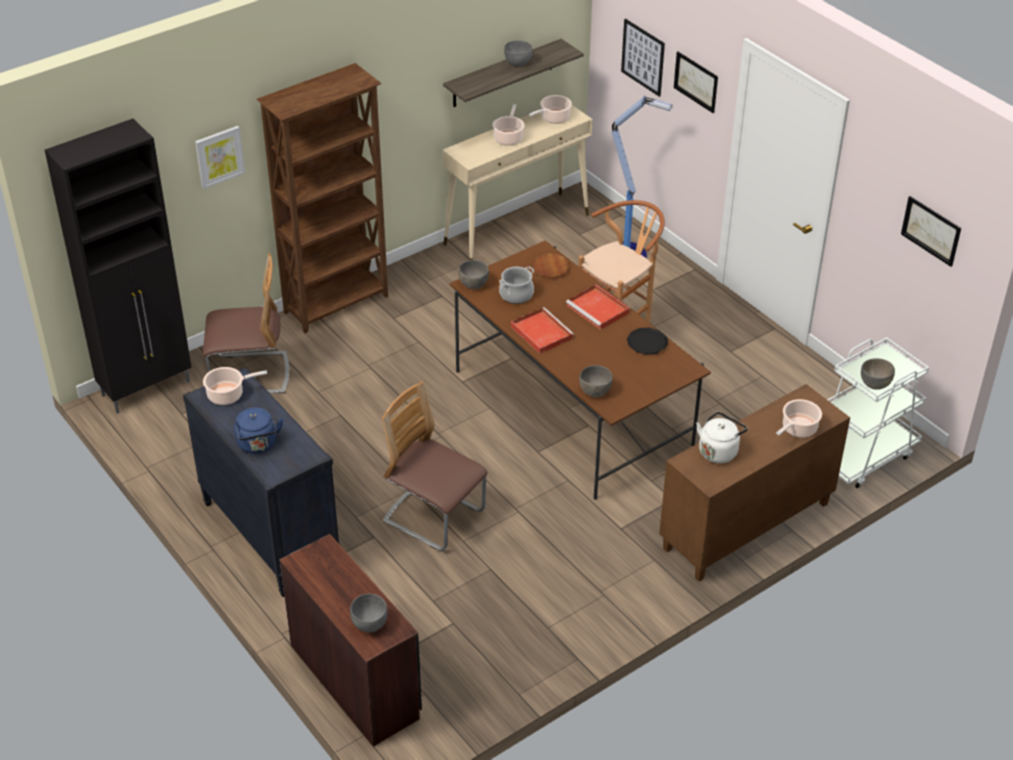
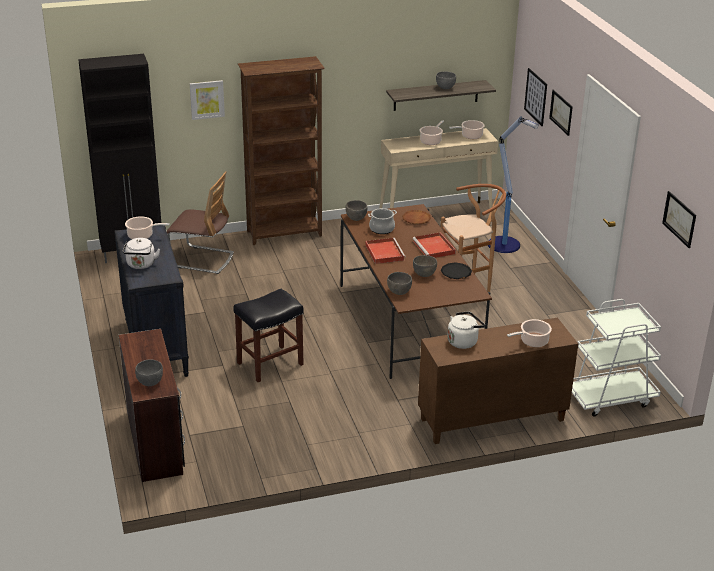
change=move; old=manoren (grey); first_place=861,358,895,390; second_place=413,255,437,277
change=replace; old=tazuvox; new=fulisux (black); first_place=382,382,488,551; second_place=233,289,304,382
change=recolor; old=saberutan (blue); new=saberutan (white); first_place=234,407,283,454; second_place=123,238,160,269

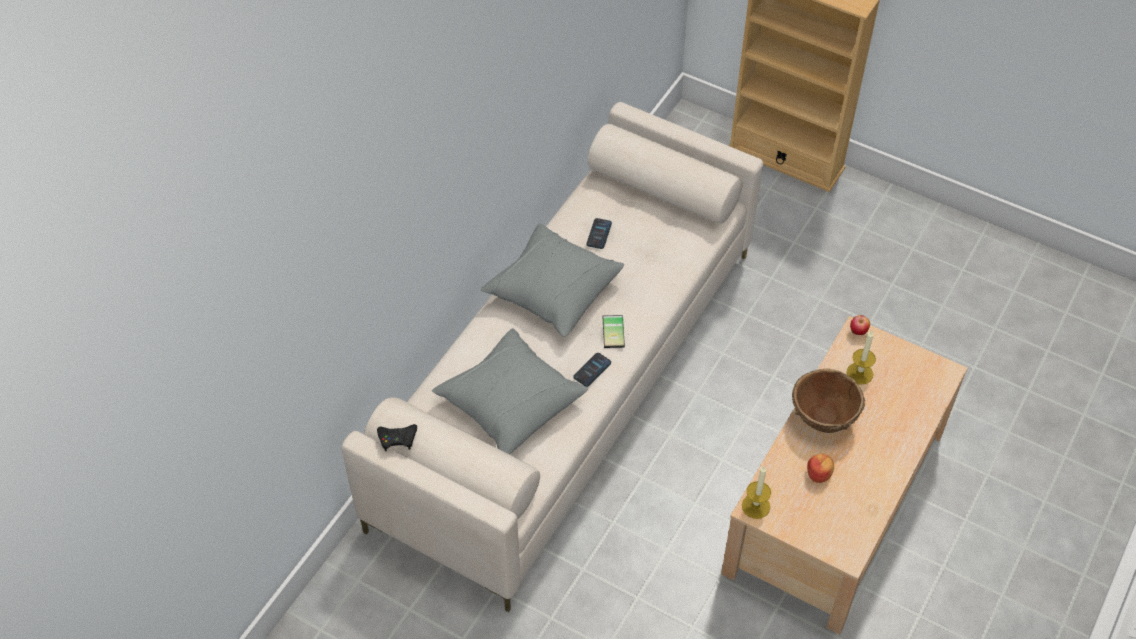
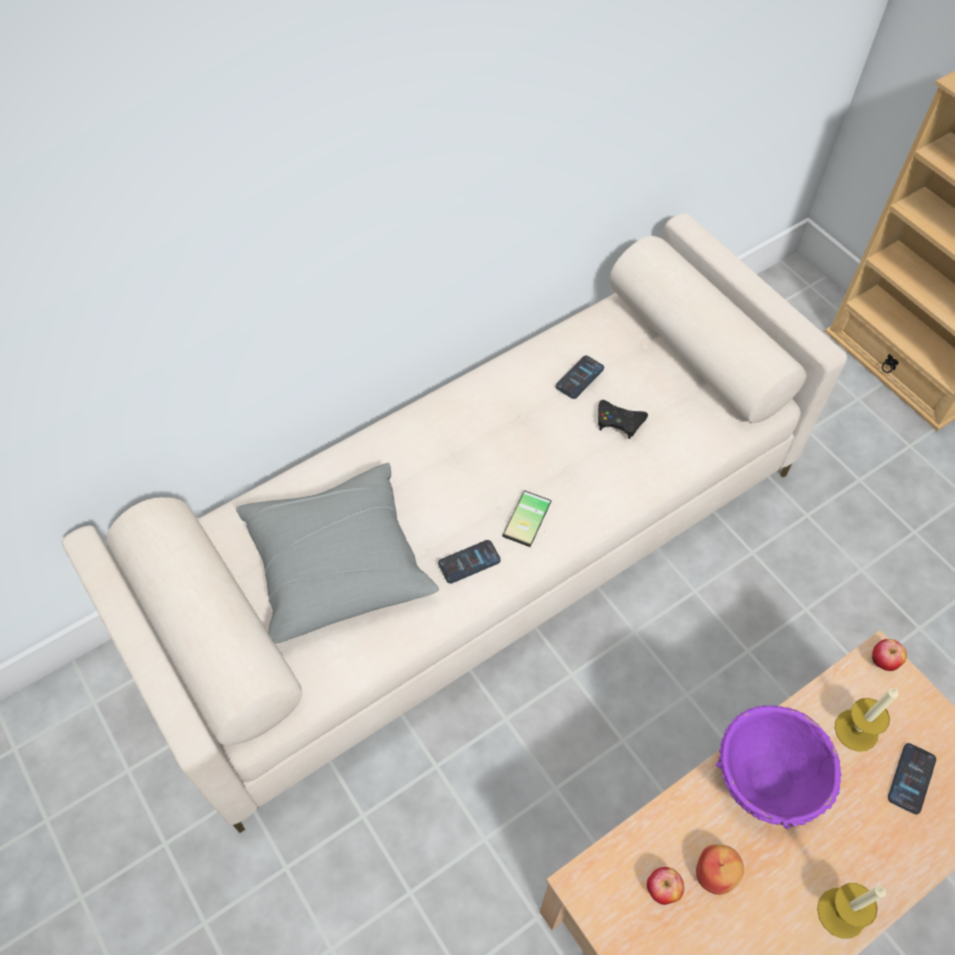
change=delete; old=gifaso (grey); first_place=480,223,624,337
change=recolor; old=manoren (brown); new=manoren (purple); first_place=792,369,865,433; second_place=716,705,842,829
change=move; old=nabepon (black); first_place=377,424,417,451; second_place=598,400,648,439
change=move; old=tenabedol; first_place=742,466,771,519; second_place=817,883,886,939
change=insert; new=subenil; second_place=888,743,936,814
change=insert; new=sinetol; second_place=647,867,684,905

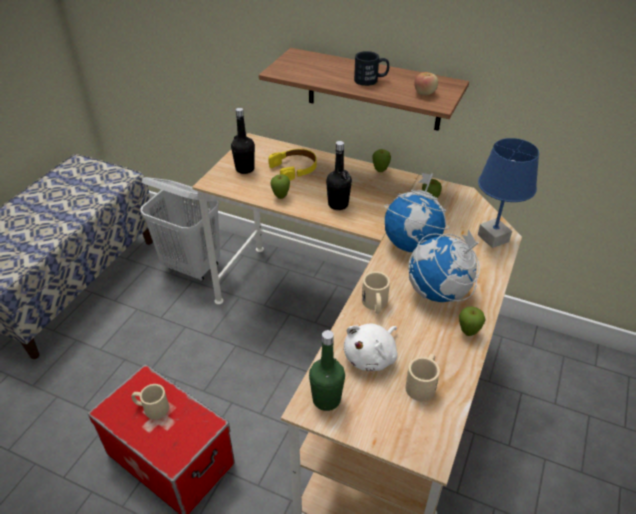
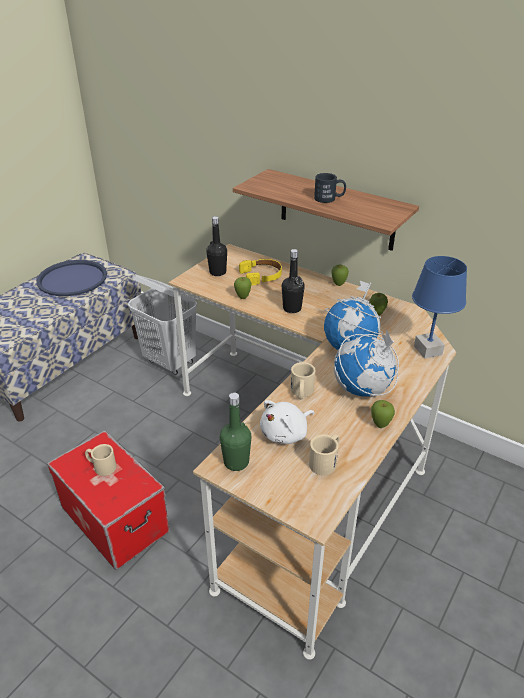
change=delete; old=sinetol; first_place=414,72,438,96
change=insert; new=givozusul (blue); second_place=36,260,107,296

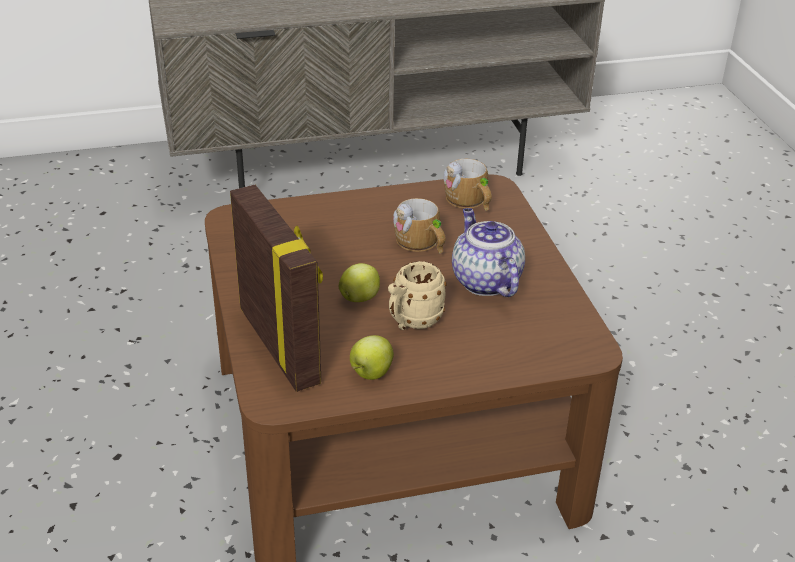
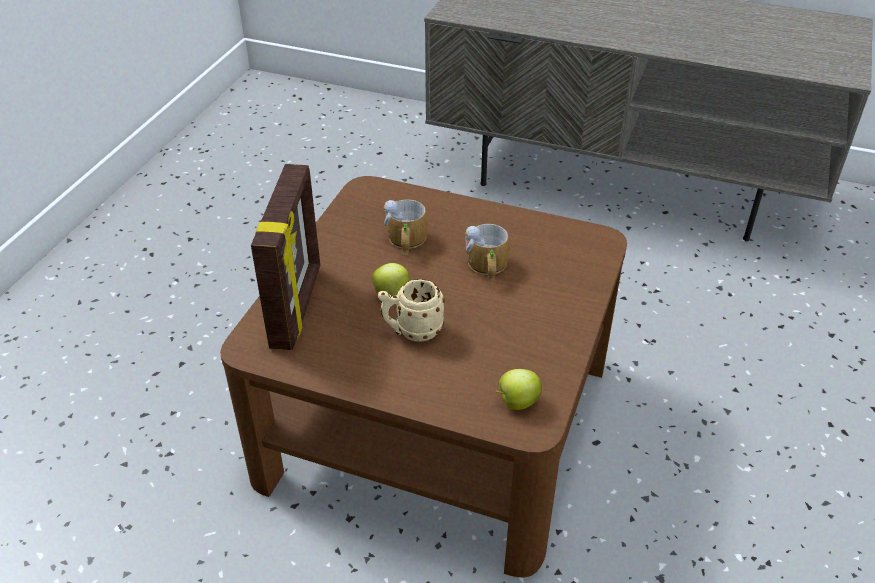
change=move; old=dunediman; first_place=444,159,492,211; second_place=384,199,428,255
change=delete; old=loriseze; first_place=452,208,525,297
change=move; old=sinetol; first_place=350,335,394,380; second_place=496,369,542,410

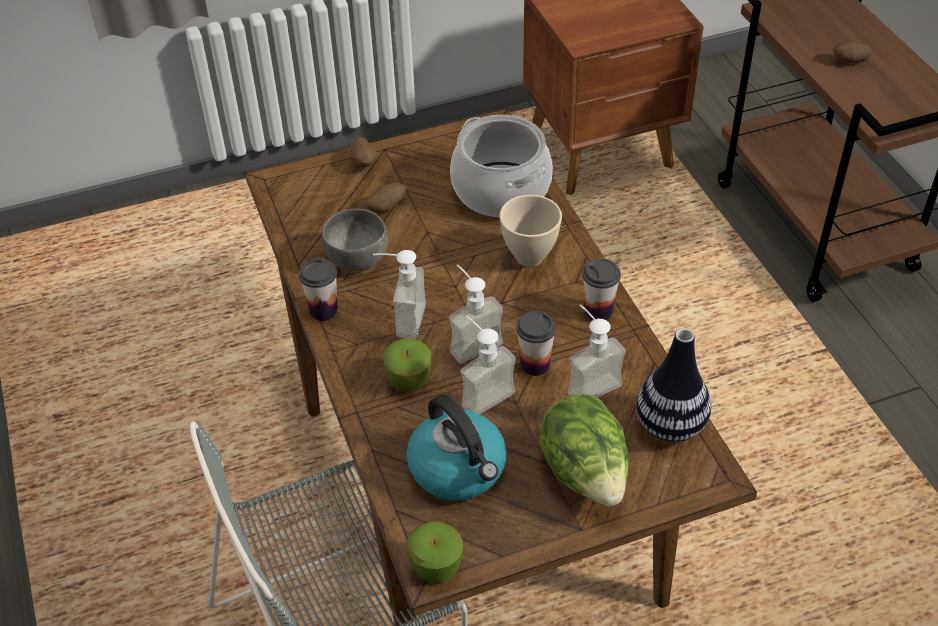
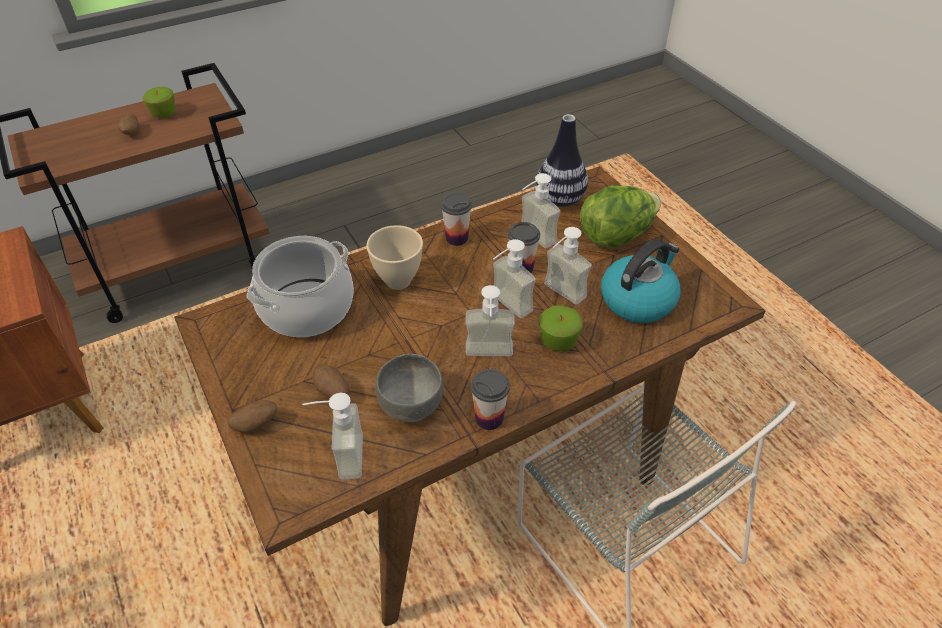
change=move; old=sinetol; first_place=407,521,463,583; second_place=142,87,176,118
change=insert; new=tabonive; second_place=302,393,363,480

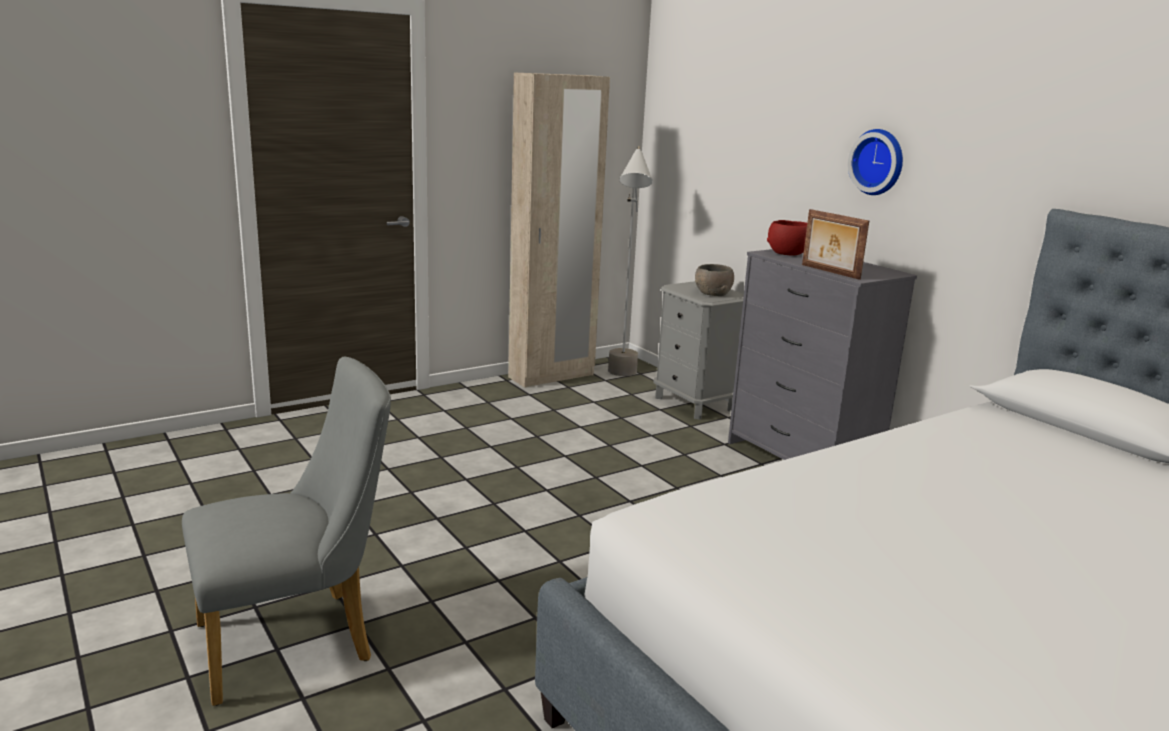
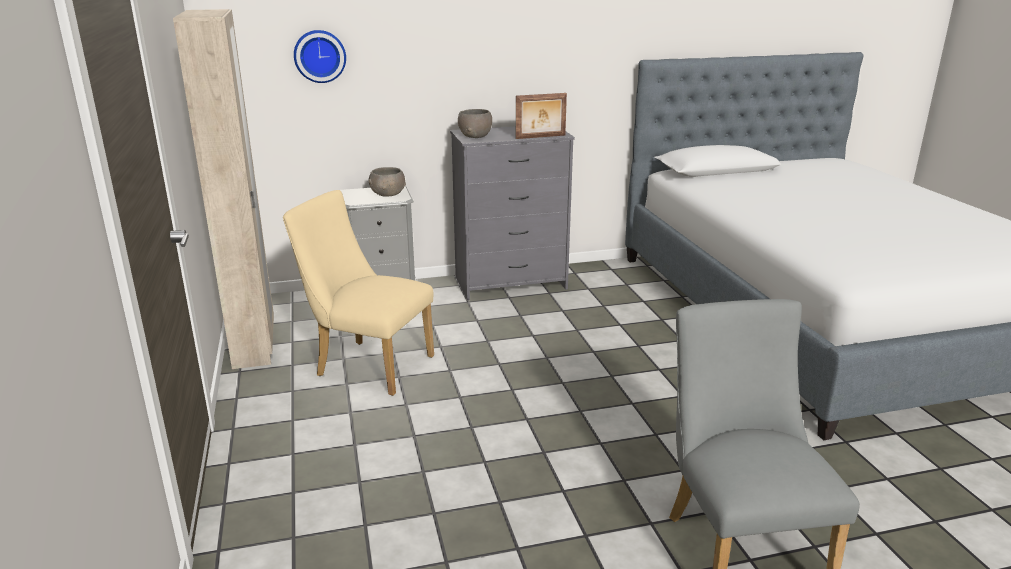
change=move; old=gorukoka; first_place=848,129,903,195; second_place=294,30,346,83
change=delete; old=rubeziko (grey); first_place=608,146,653,376
change=recolor; old=manoren (red); new=manoren (grey); first_place=767,220,807,255; second_place=458,109,492,138
change=insert; new=tazuvox (beige); second_place=283,190,434,396

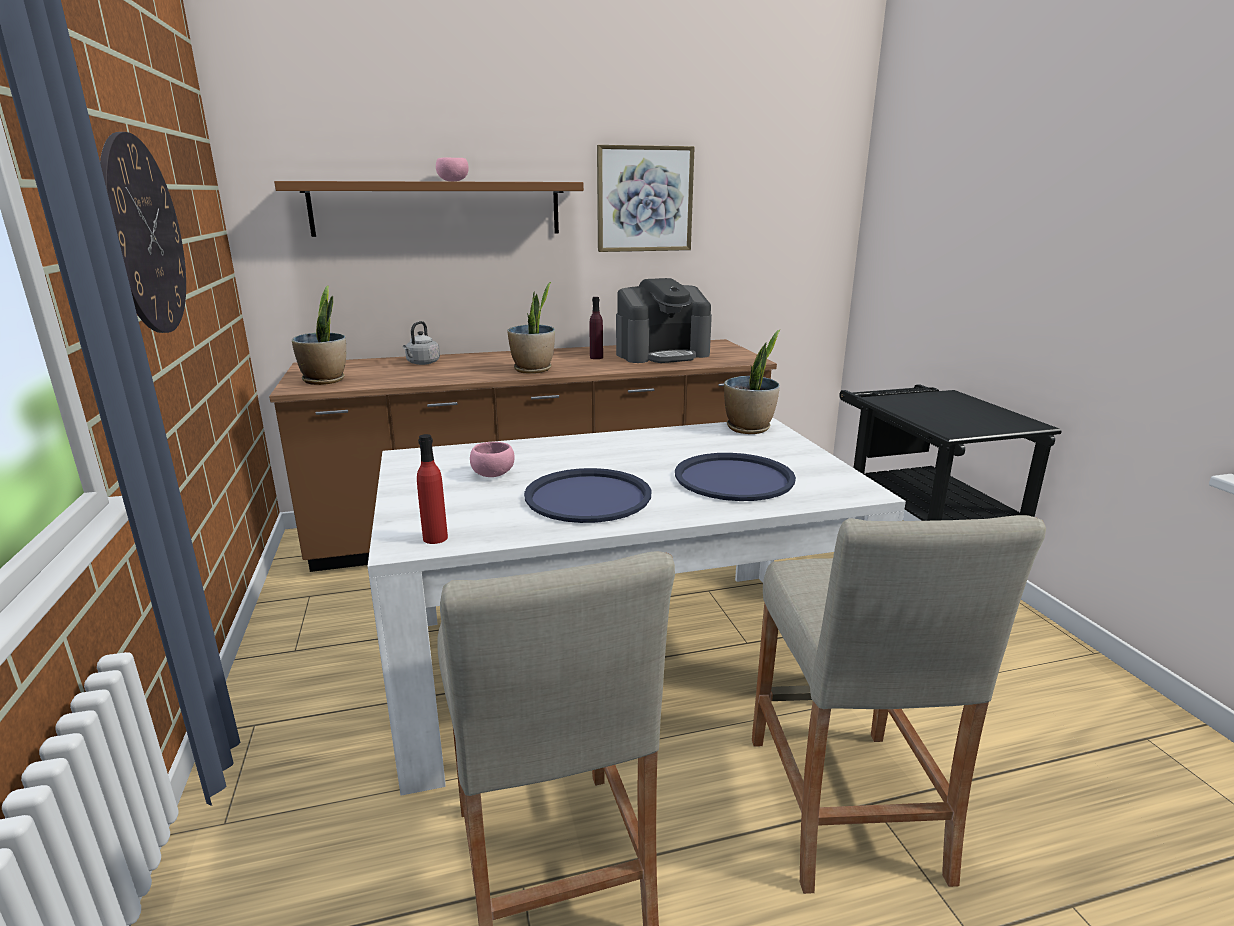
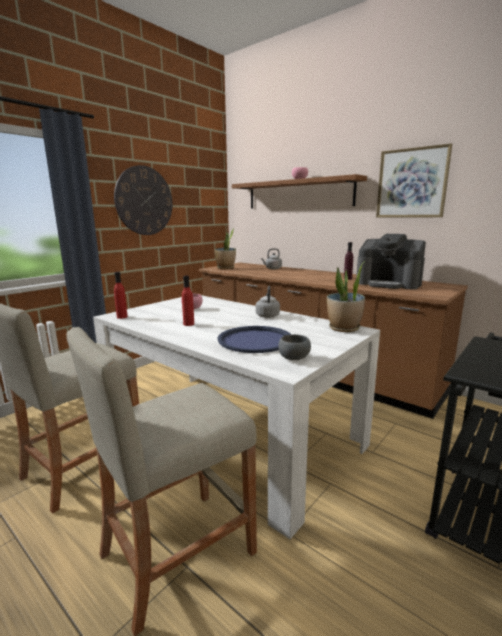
change=delete; old=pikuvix; first_place=507,282,555,374
change=replace; old=givozusul (blue); new=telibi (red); first_place=524,468,652,523; second_place=182,275,194,326
change=insert; new=saberutan (grey); second_place=256,286,280,318
change=insert; new=manoren (grey); second_place=278,334,311,360

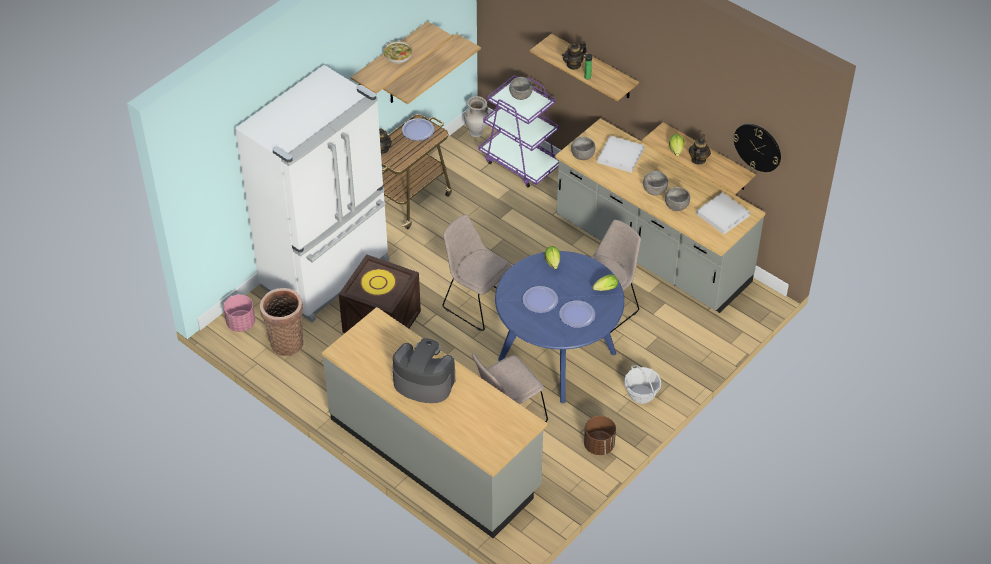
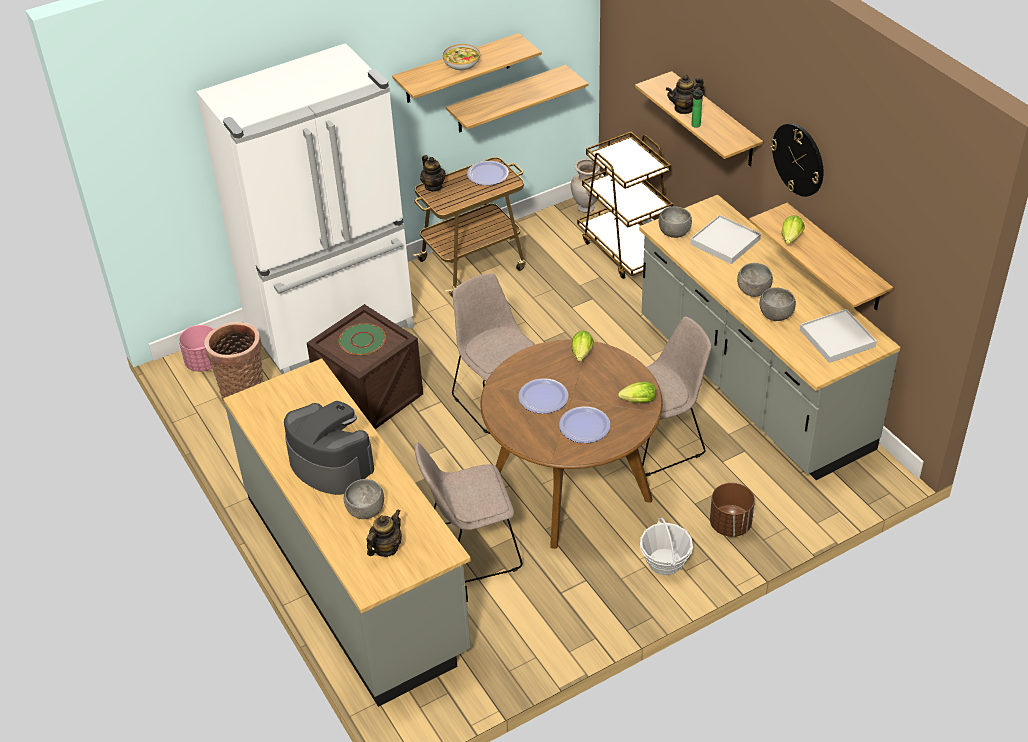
change=recolor; old=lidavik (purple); new=lidavik (brown); first_place=478,75,559,188; second_place=577,132,673,279
change=move; old=manoren (grey); first_place=509,77,533,100; second_place=344,479,384,519
change=move; old=gorukoka; first_place=733,124,781,172; second_place=770,123,823,197
change=move; old=loriseze; first_place=689,134,711,165; second_place=366,509,402,557
change=recolor; old=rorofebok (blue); new=rorofebok (brown); first_place=495,251,625,403; second_place=480,339,663,549
change=recolor; old=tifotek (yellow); new=tifotek (green); first_place=360,269,396,296; second_place=339,323,386,355
change=move; old=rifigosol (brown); first_place=584,416,616,455; second_place=710,483,755,537

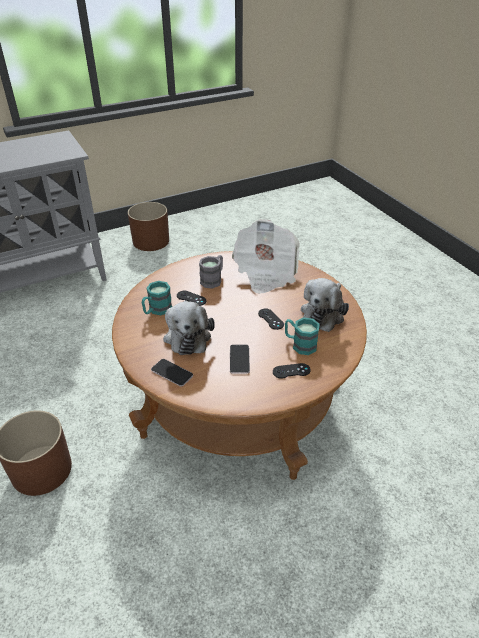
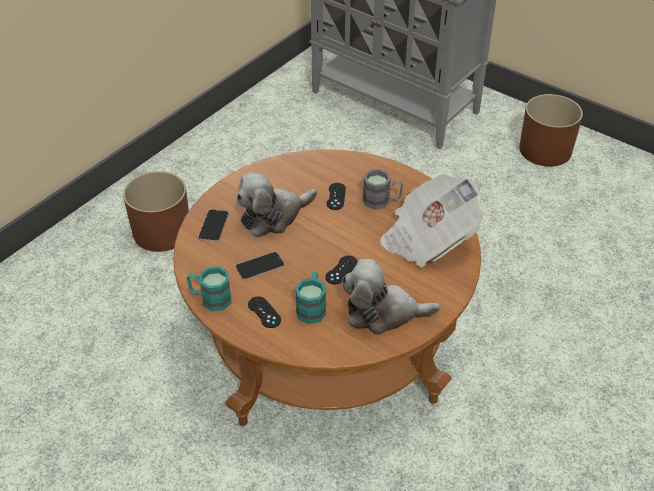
change=move; old=dunediman (turquoise); first_place=142,281,172,315; second_place=187,266,232,311

